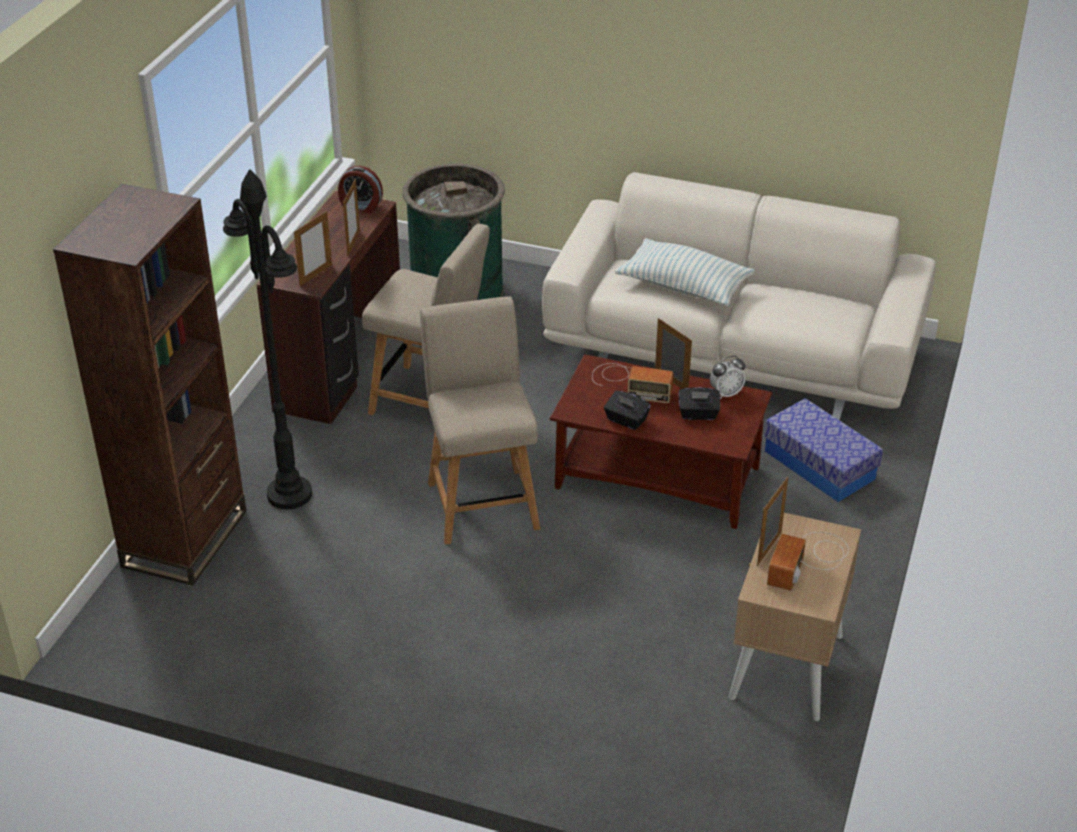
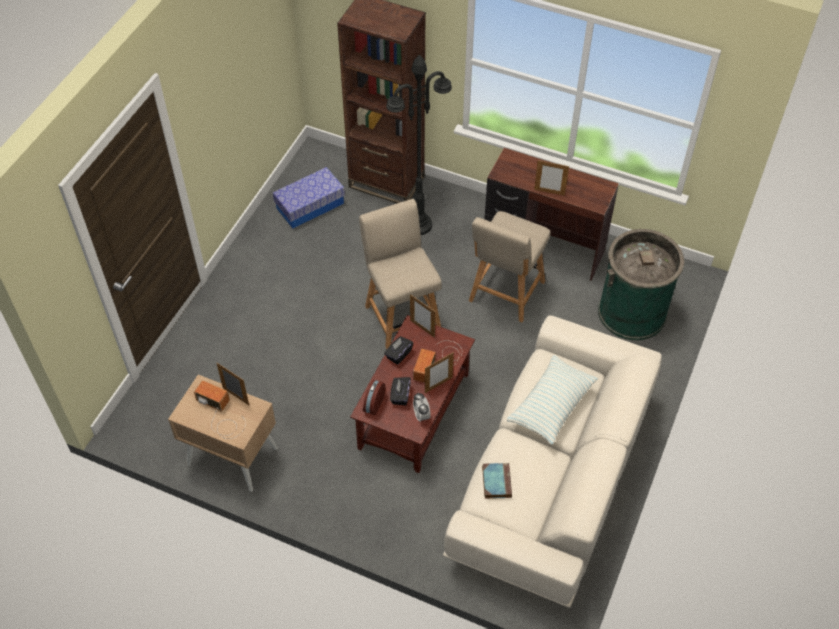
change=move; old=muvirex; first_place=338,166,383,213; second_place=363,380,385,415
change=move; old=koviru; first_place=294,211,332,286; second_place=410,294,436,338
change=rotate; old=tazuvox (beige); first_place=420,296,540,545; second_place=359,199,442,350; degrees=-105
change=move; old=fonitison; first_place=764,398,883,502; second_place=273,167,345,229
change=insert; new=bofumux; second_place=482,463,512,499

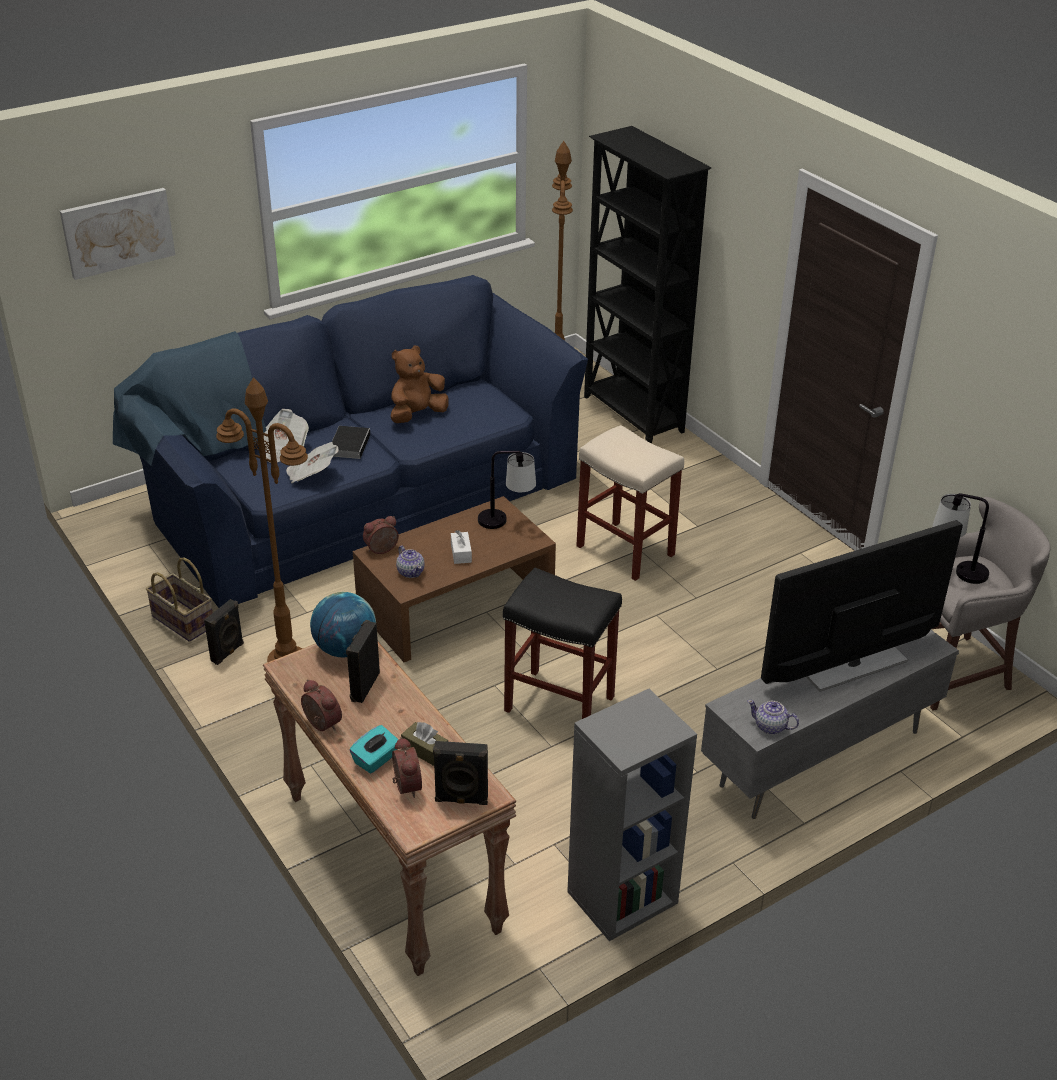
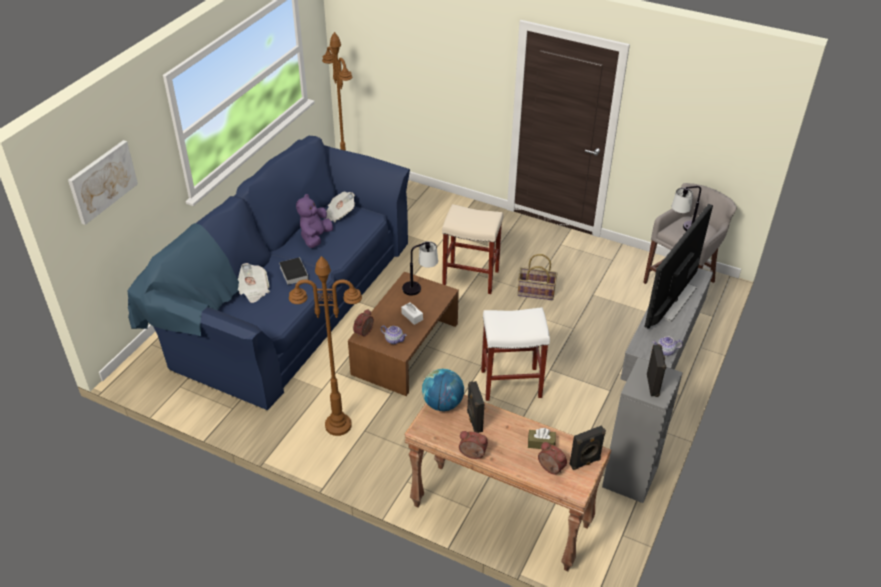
change=delete; old=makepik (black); first_place=584,126,711,444
change=recolor; old=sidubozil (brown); new=sidubozil (purple); first_place=391,346,449,423; second_place=296,194,333,248
change=move; old=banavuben; first_place=286,442,338,483; second_place=325,192,355,222
change=move; old=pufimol; first_place=146,557,213,642; second_place=517,254,557,300
change=recolor; old=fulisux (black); new=fulisux (white); first_place=503,568,622,719; second_place=481,307,550,401
change=move; old=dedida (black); first_place=204,599,244,665; second_place=647,344,666,397
change=delete; old=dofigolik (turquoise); first_place=349,725,399,774

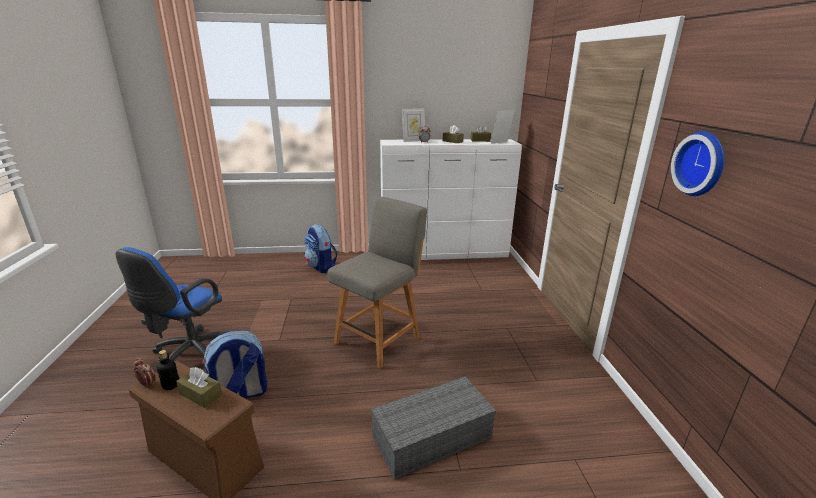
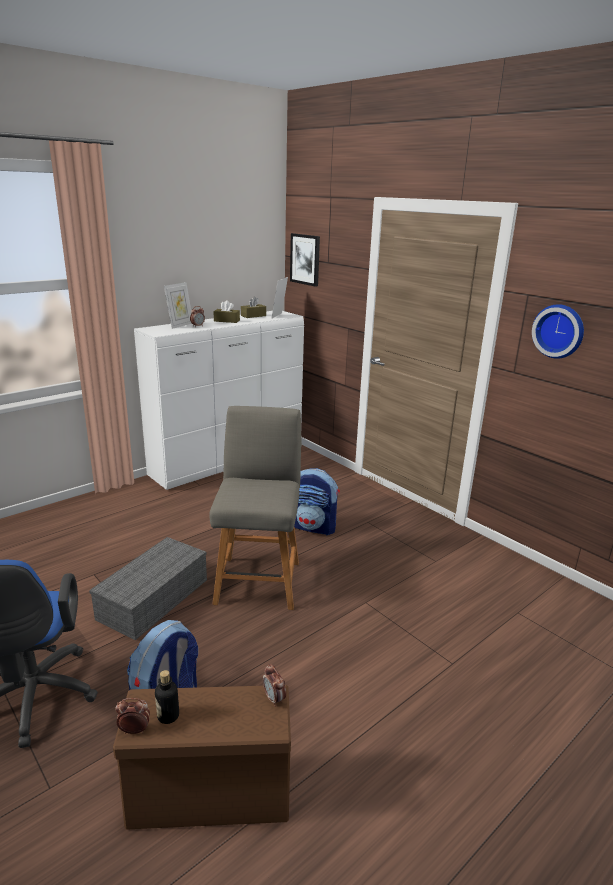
change=move; old=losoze; first_place=304,225,338,273; second_place=294,468,340,535
change=delete; old=dofigolik (brown); first_place=176,367,222,408
change=move; old=fonitison (grey); first_place=371,376,496,480; second_place=89,537,207,640
change=insert; new=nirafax; second_place=290,233,320,287
change=insert; new=muvirex; second_place=263,664,286,706

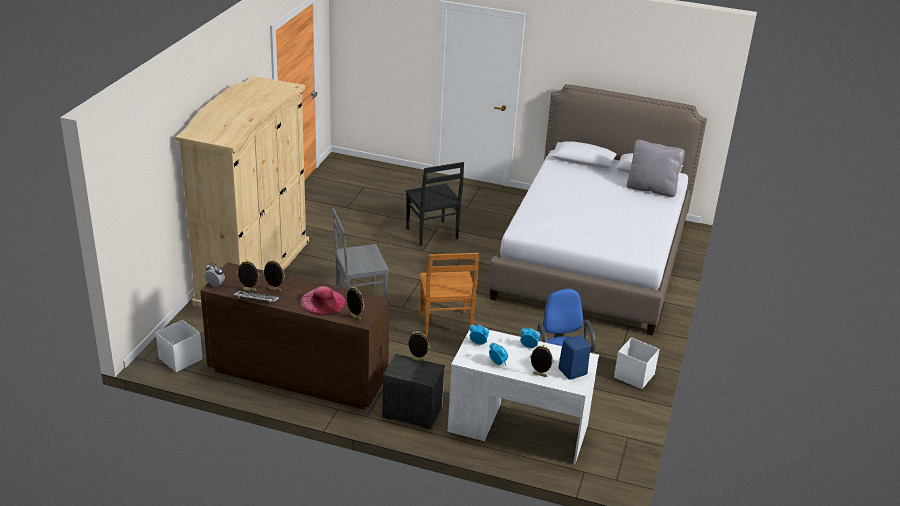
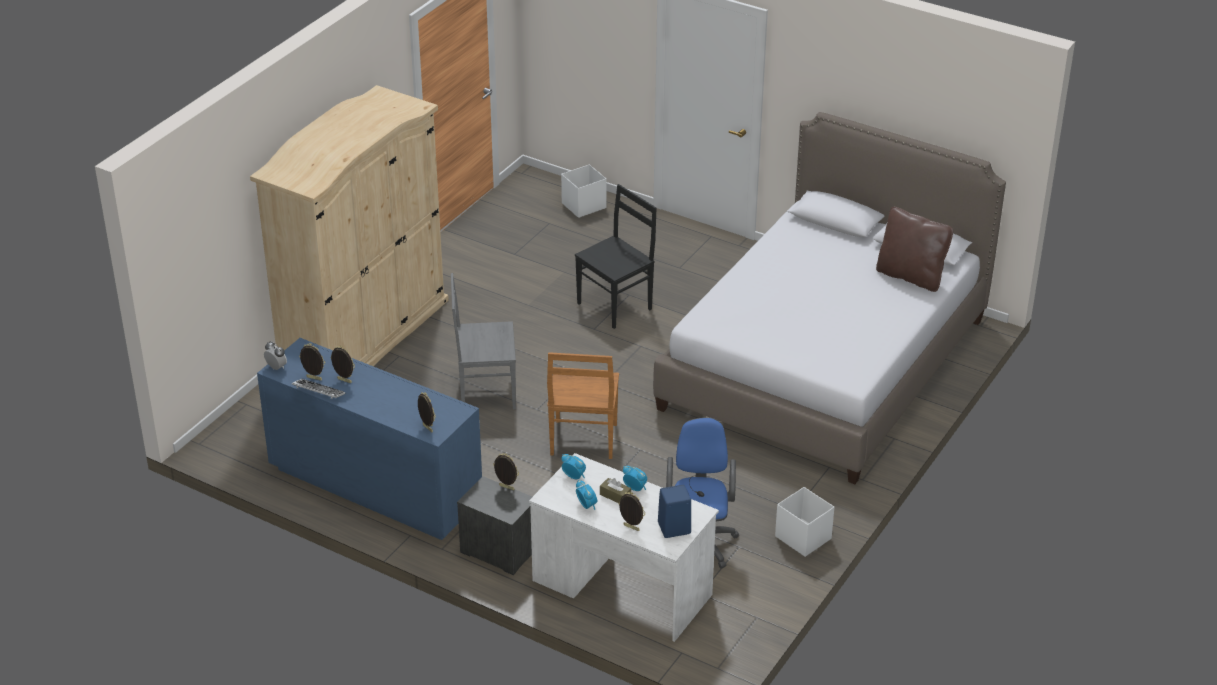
change=recolor; old=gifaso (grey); new=gifaso (brown); first_place=627,140,685,197; second_place=876,207,953,292
change=rotate; old=tazuvox (black); first_place=406,162,464,246; second_place=575,184,657,329; degrees=-120
change=recolor; old=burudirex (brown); new=burudirex (blue); first_place=200,262,390,410; second_place=257,338,482,540
change=delete; old=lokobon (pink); first_place=300,286,346,315
change=move; old=fonitison (white); first_place=156,320,203,372; second_place=561,164,606,218
change=insert; new=dofigolik (brown); second_place=600,478,631,503

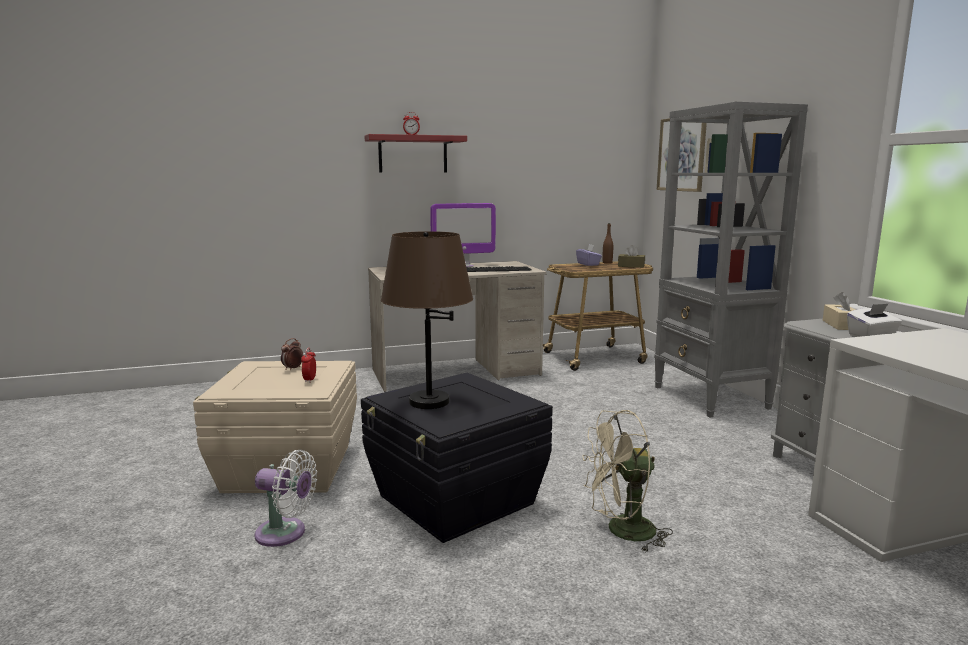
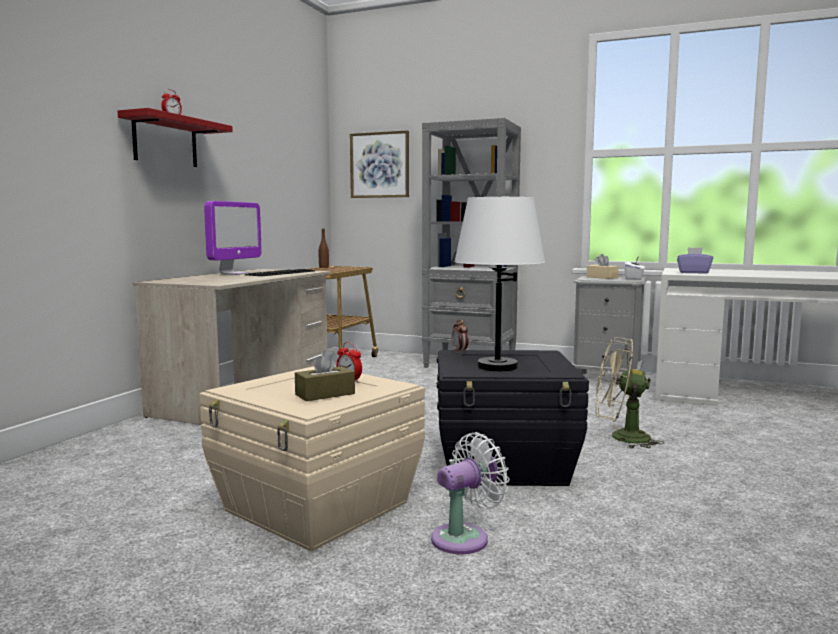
change=recolor; old=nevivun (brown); new=nevivun (white); first_place=381,231,473,409; second_place=454,195,545,371
change=move; old=dofigolik (purple); first_place=576,244,602,266; second_place=677,247,713,274
change=move; old=dofigolik (brown); first_place=618,245,645,268; second_place=295,350,355,401
change=move; old=muvirex; first_place=281,338,303,370; second_place=451,319,469,353
change=rotate; old=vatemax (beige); first_place=582,410,673,553; second_place=596,337,664,449; degrees=75

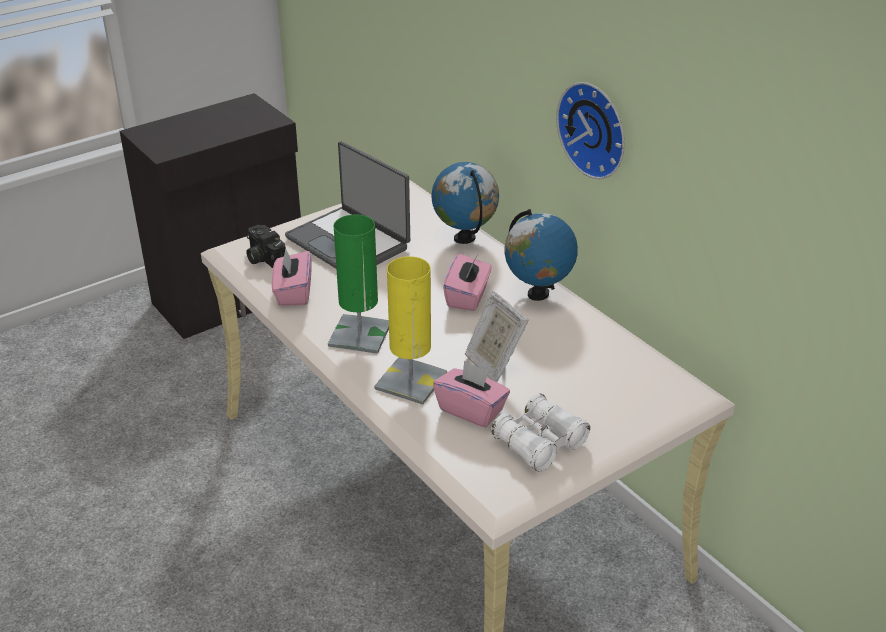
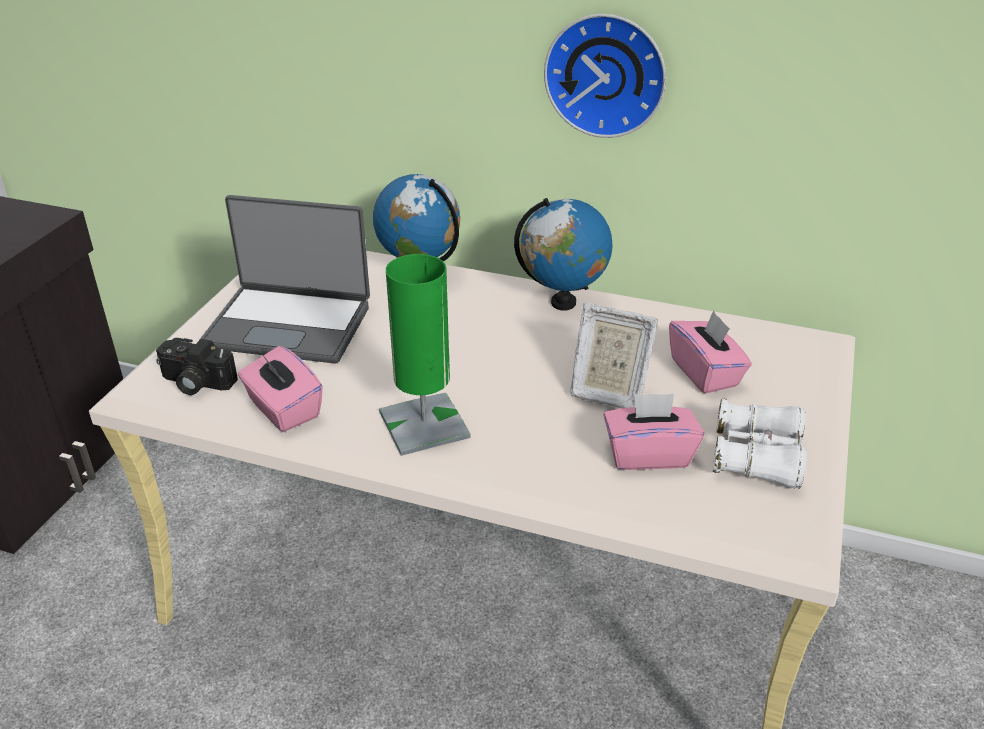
change=move; old=dofigolik (pink); first_place=443,254,492,311; second_place=669,310,752,394
change=delete; old=nevivun (yellow); first_place=374,256,447,405

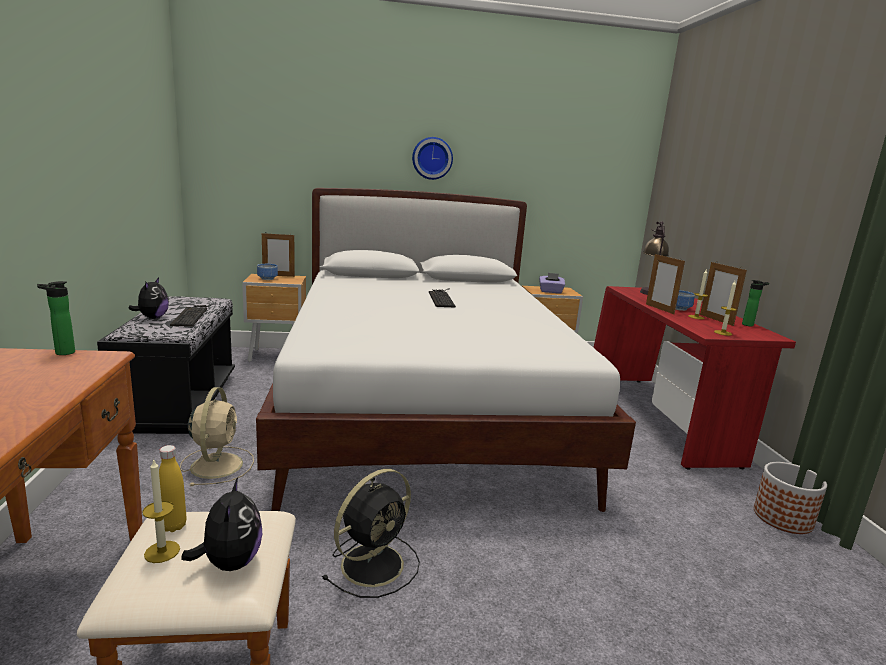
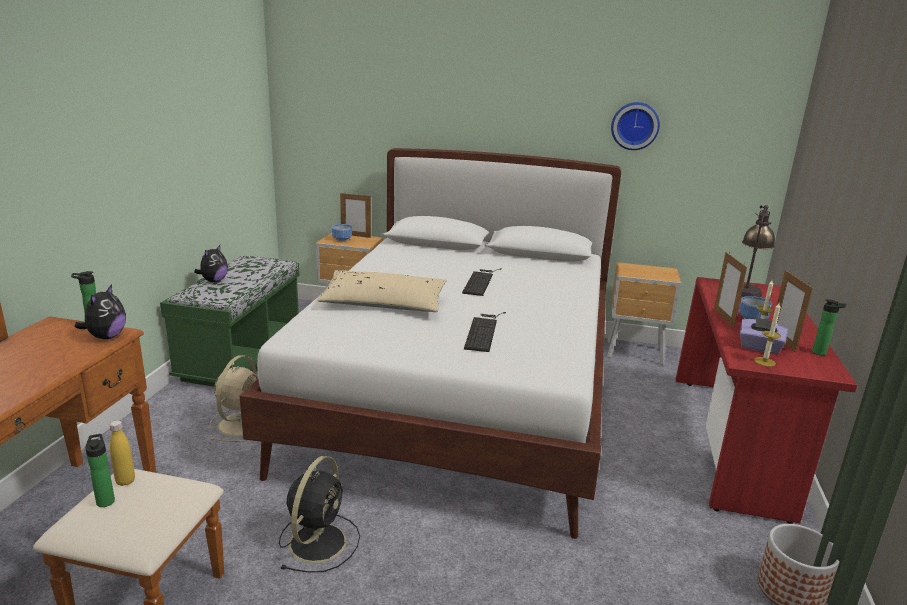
change=move; old=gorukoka; first_place=412,137,453,180; second_place=611,102,660,150
change=move; old=dofigolik (purple); first_place=539,273,565,294; second_place=740,317,788,355
change=recolor; old=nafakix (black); new=nafakix (green); first_place=97,296,235,434; second_place=160,256,300,387
change=move; old=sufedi; first_place=170,303,217,326; second_place=464,312,506,352
change=replace; old=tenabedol; new=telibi; first_place=142,458,180,563; second_place=85,434,115,507
change=rotate; old=vatemax (black); first_place=322,469,420,598; second_place=279,456,360,573; degrees=-45
change=move; old=sidubozil; first_place=181,477,262,571; second_place=74,284,126,339
change=insert; new=gifaso (beige); second_place=317,270,447,312

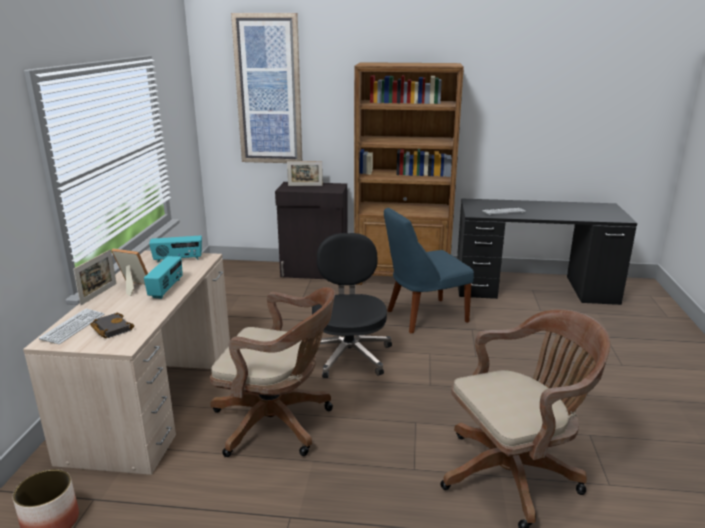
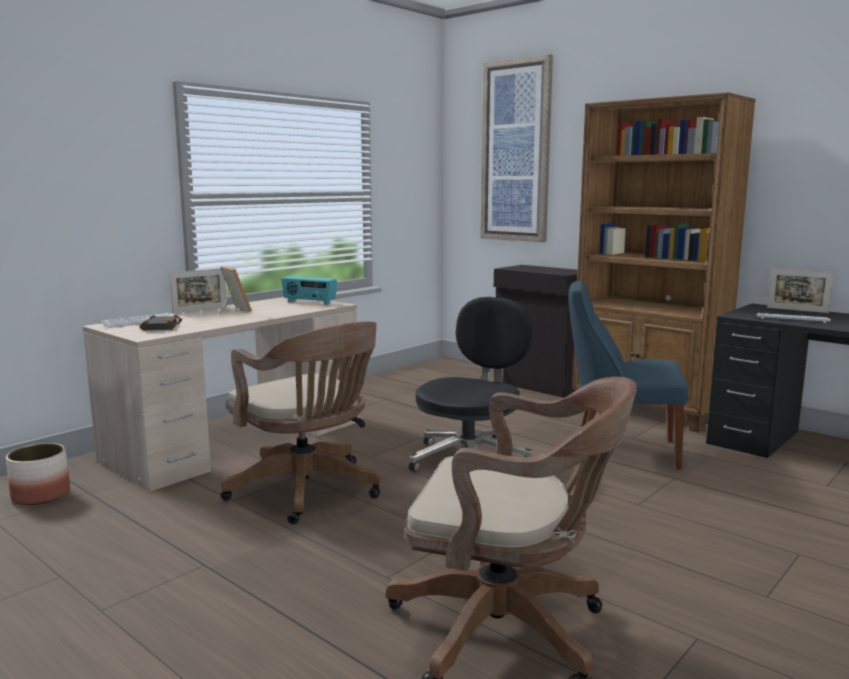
change=move; old=koviru; first_place=287,161,323,186; second_place=767,268,834,313
change=delete; old=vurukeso; first_place=144,256,183,299

